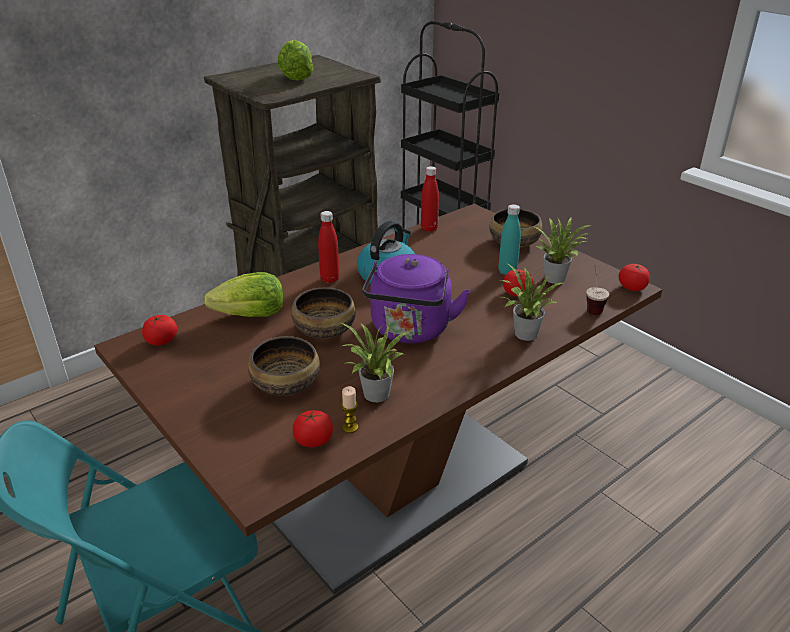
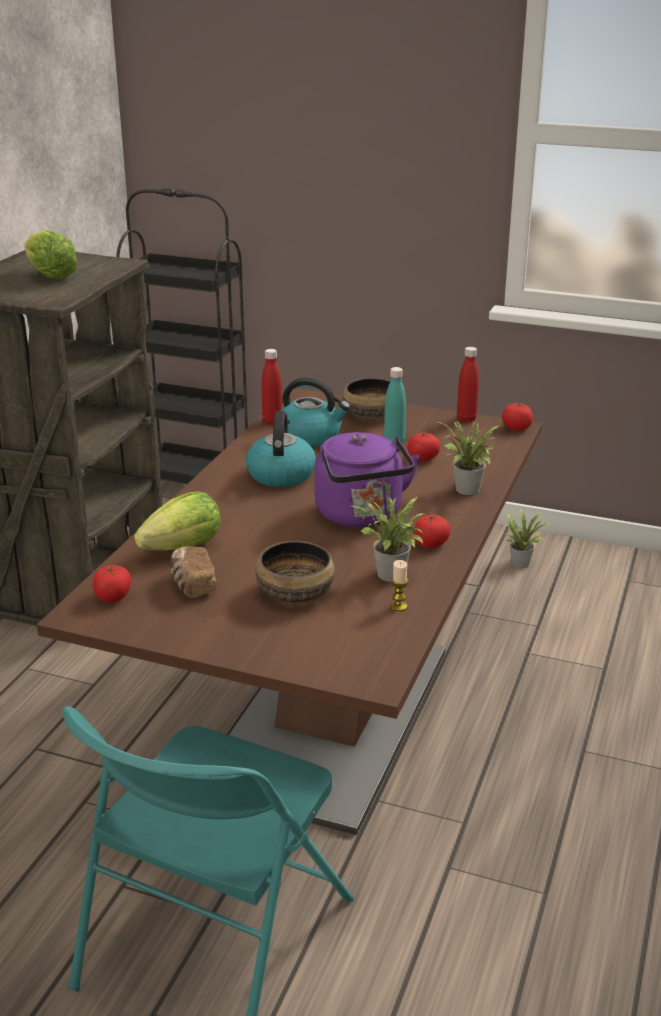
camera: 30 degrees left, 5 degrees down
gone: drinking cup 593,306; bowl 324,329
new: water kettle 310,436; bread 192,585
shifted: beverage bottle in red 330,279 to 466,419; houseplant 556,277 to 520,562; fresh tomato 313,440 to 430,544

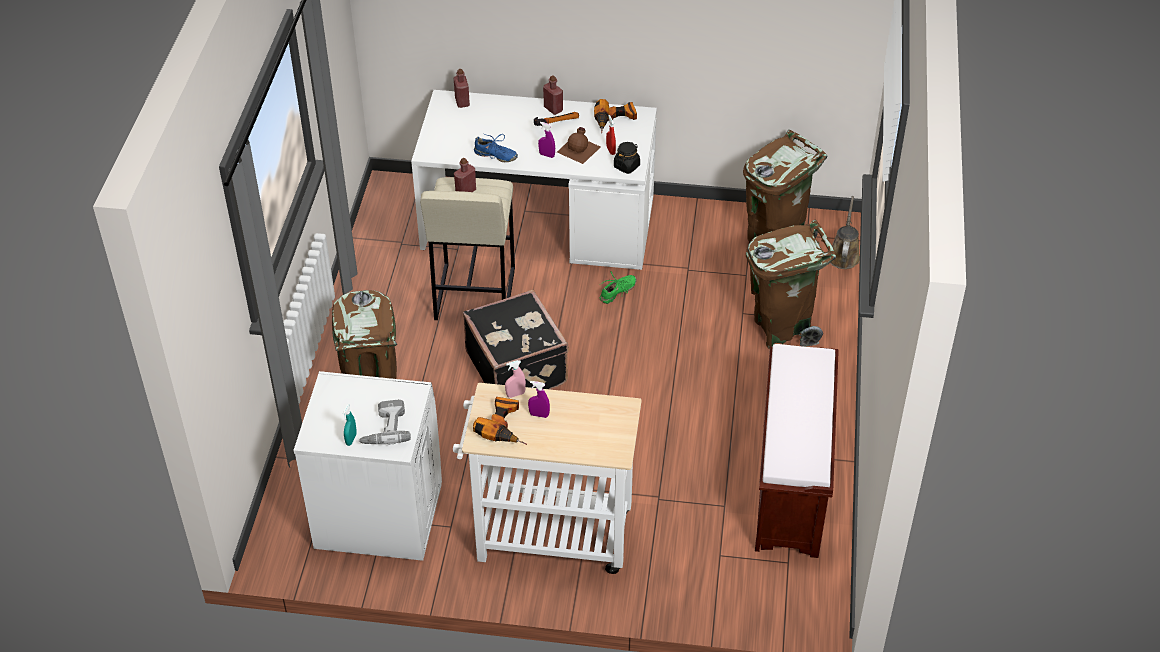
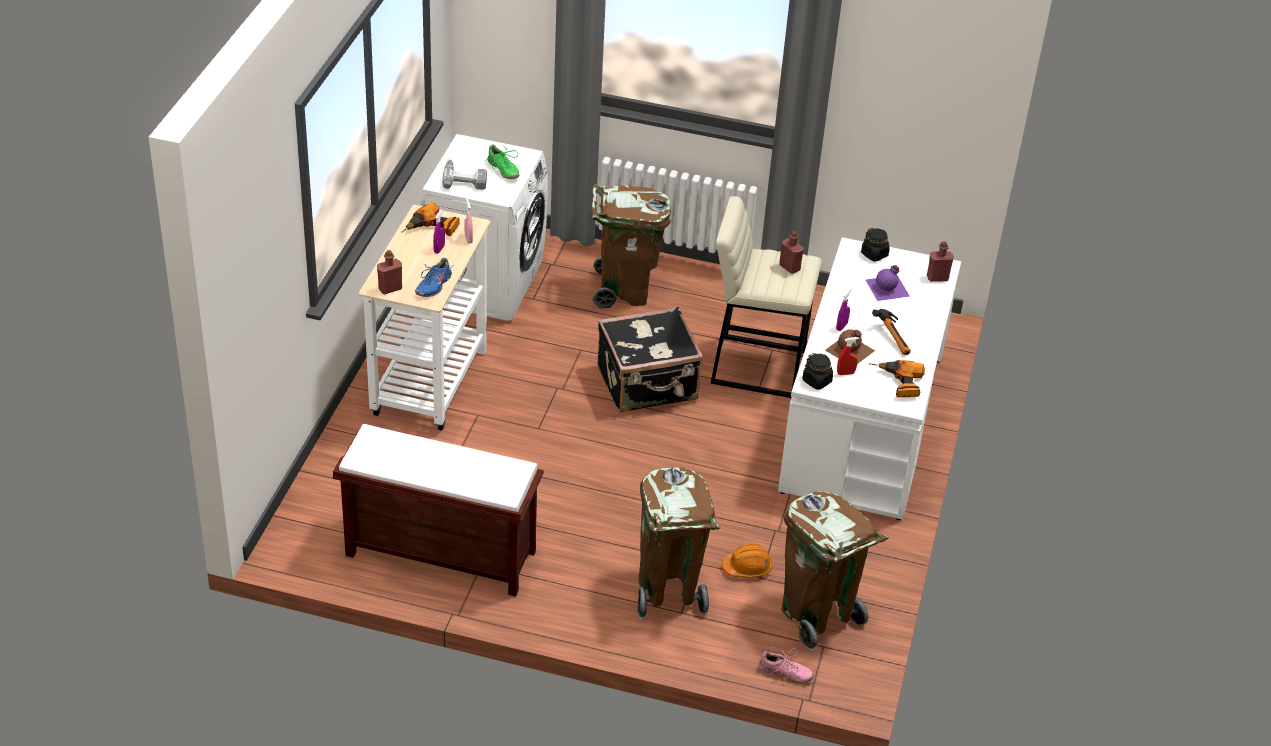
camera: 95 degrees right, 5 degrees down
gone: spray bottle in turquoise 351,439
new: preserve jar in blackish 874,254; beverage bottle in purplish 888,288; safety helmet in orangey 747,568
shifted: beverage bottle in red 553,109 to 390,289; low shoe in blue 495,156 to 433,285; low shoe in greenish 618,292 to 503,170
swapped: sprinkling can in brown 843,255 to low shoe in pink-coloured 785,673

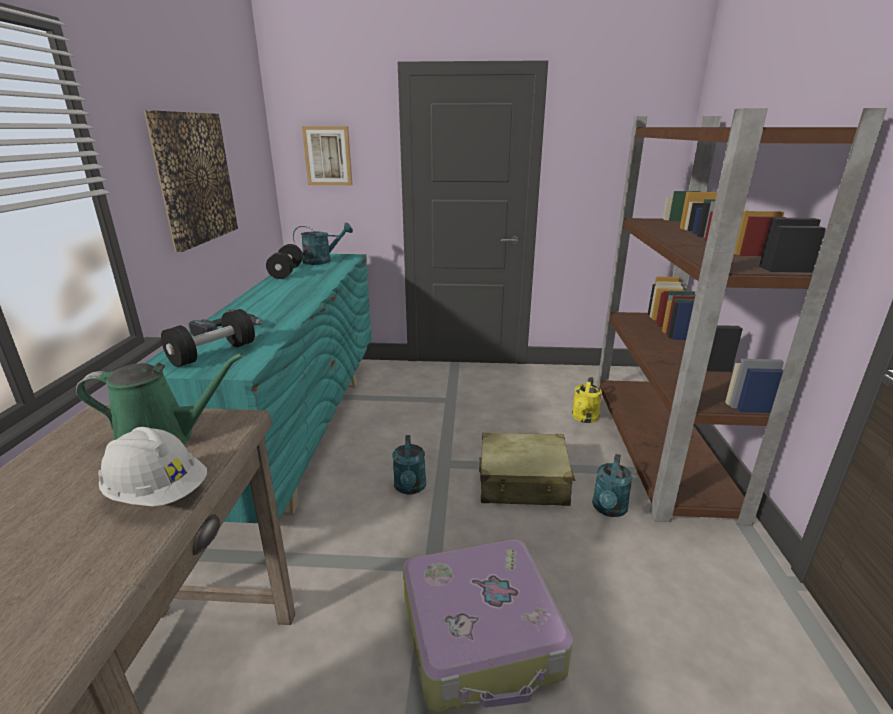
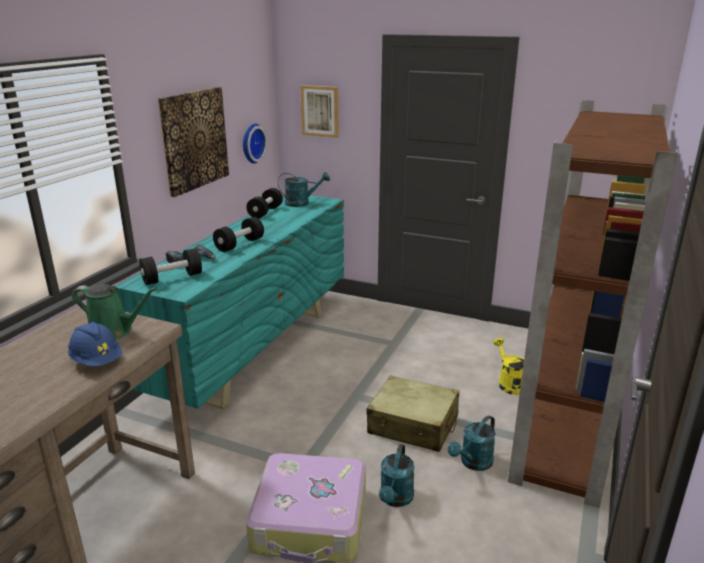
camera: 20 degrees right, 0 degrees up
new: hanging clock 251,143; hand weight in blackish 239,244
shifted: sprinkling can in turquoise 410,488 to 395,499
repainted: safety helmet in white-coloured 158,493 to safety helmet in blue 97,361
rotated: sprinkling can in yellow 584,418 = 509,383 120 degrees clockwise

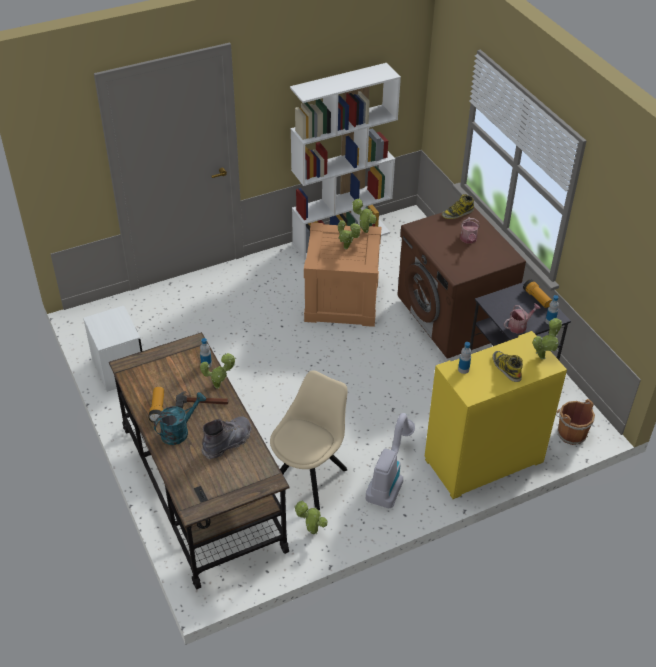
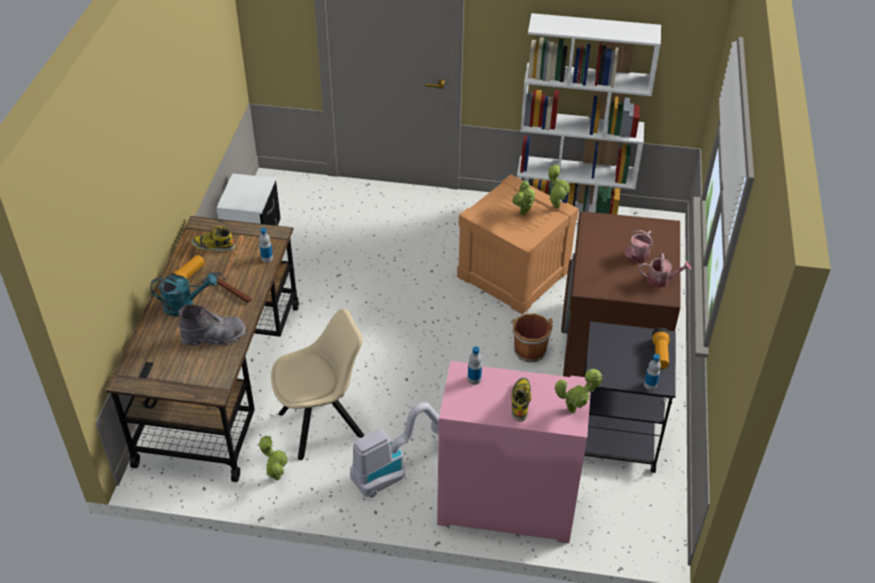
camera: 35 degrees right, 0 degrees up
gone: houseplant 219,386
shifted: tall boot 457,213 to 213,246; sprinkling can 519,326 to 661,280; pail in brown 570,433 to 529,349
repainted: cabinet in yellow 483,461 to cabinet in pink-coloured 505,506

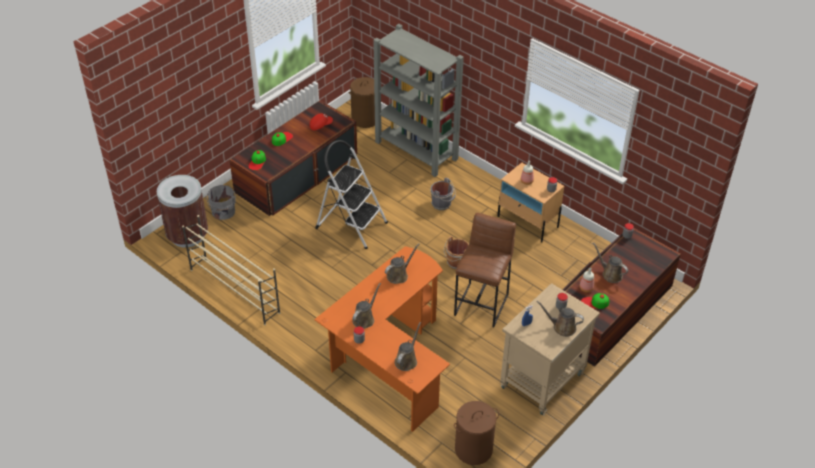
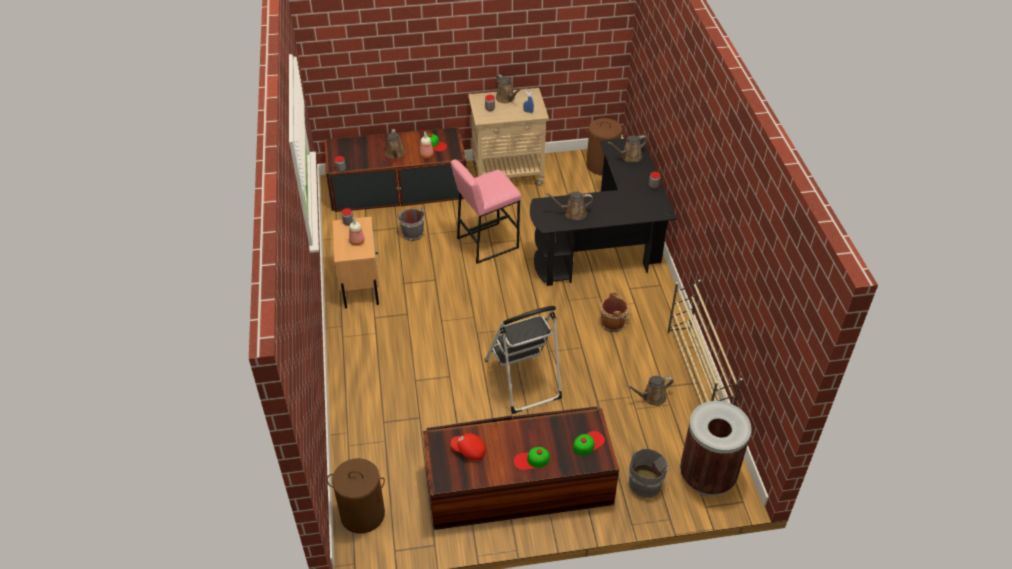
camera: 140 degrees left, 0 degrees up
gone: bookshelf in greyish 416,150
shifted: pail in greyish 442,204 to 412,233; pail in brown 456,263 to 613,323; sprinkling can in brown 364,319 to 651,397
repainted: sitting stool in brown 481,304 to sitting stool in pink-coloured 486,243; desk in orangey 387,360 to desk in blackish 607,246

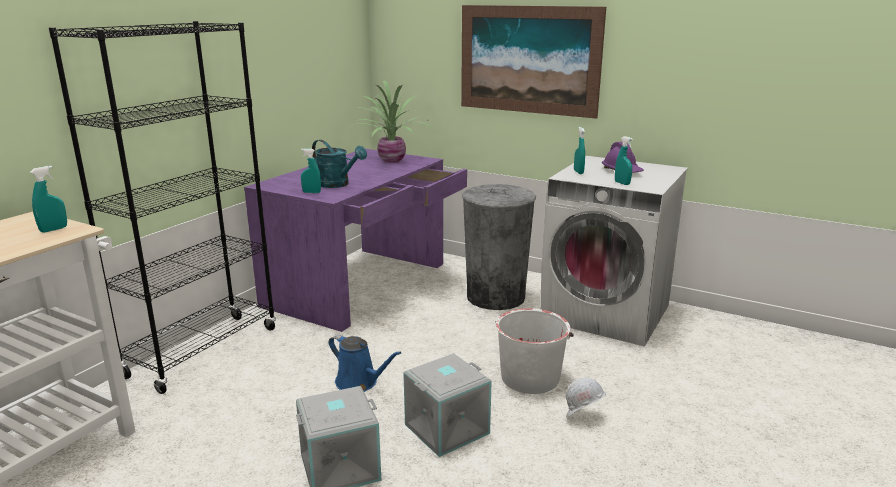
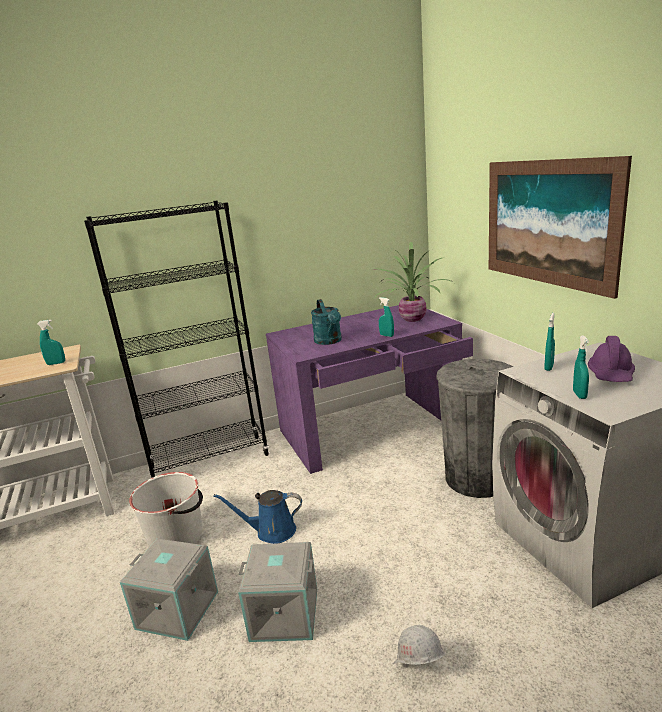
camera: 40 degrees right, 0 degrees up
shifted: spray bottle in turquoise 311,192 to 386,335; pail in white-coloured 530,377 to 177,536
rotated: sprinkling can in blue 359,383 = 272,531 105 degrees clockwise

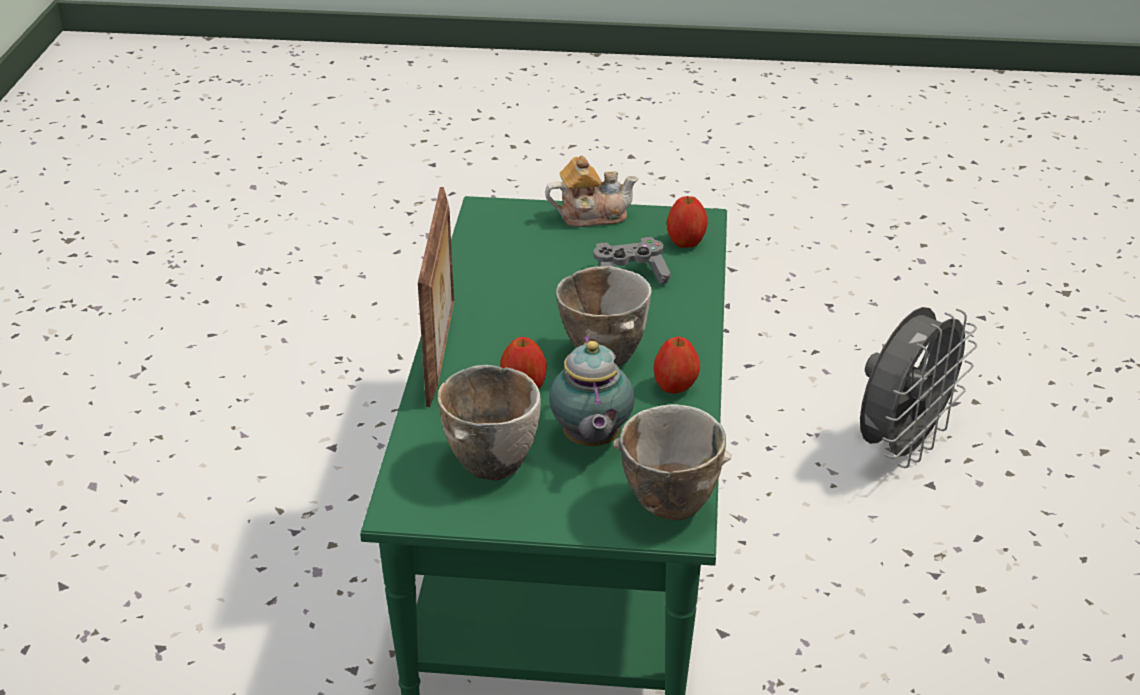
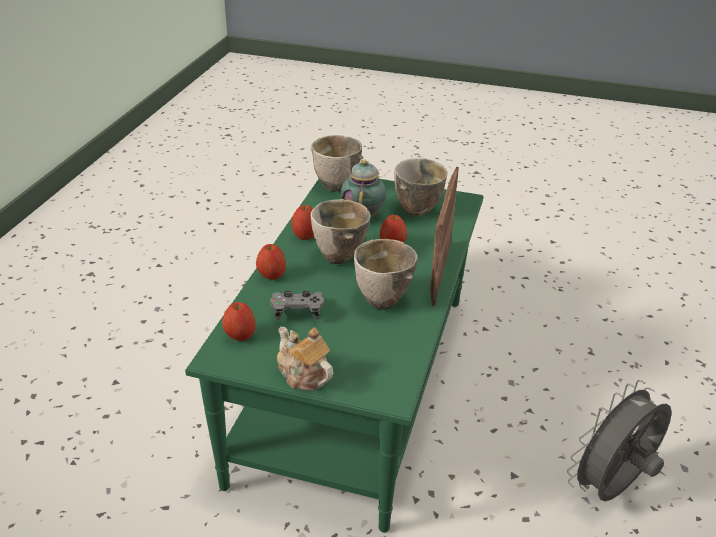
camera: 170 degrees left, 0 degrees up
new: bowl 383,301; apple 271,276
shifted: cooling fan in greyish 902,446 to 611,489
rotated: teapot 591,215 = 303,375 45 degrees clockwise

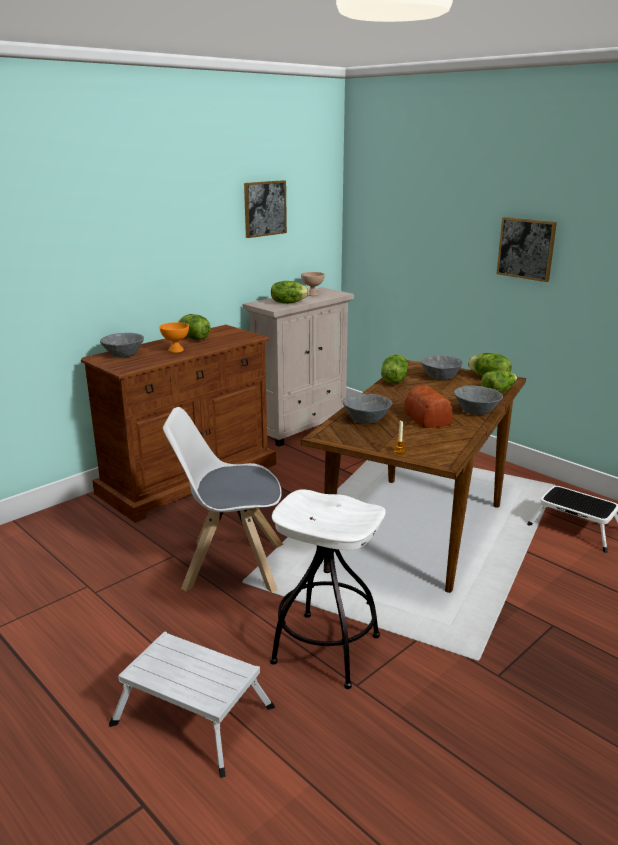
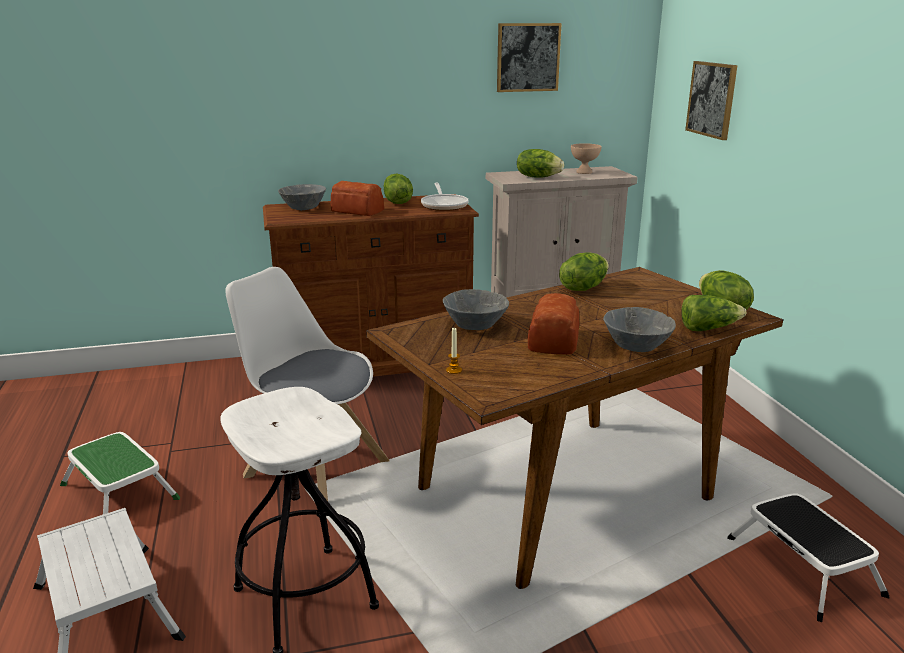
camera: 30 degrees right, 0 degrees up
gone: bowl in greyish 440,377
new: pan 444,205; stepladder in greenish 118,492
shifted: picture 526,248 to 712,99
swapped: bowl in orangey 176,350 to bread 358,211

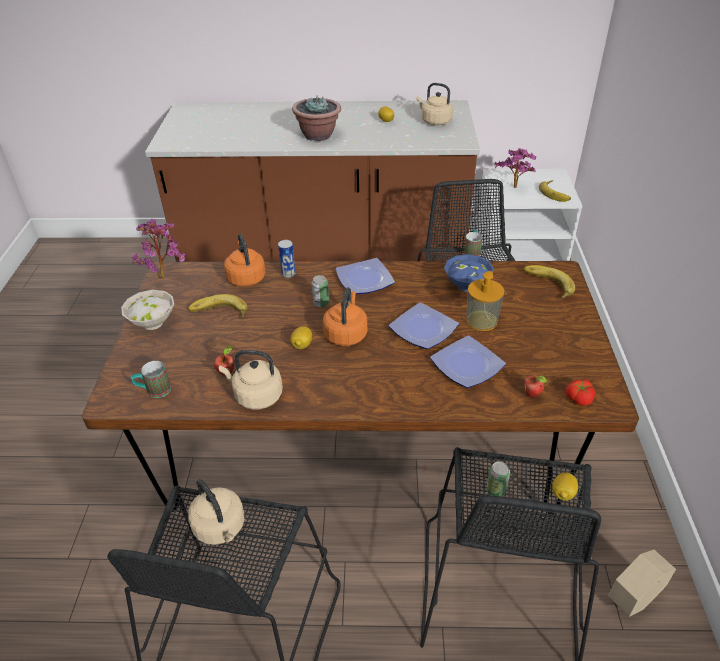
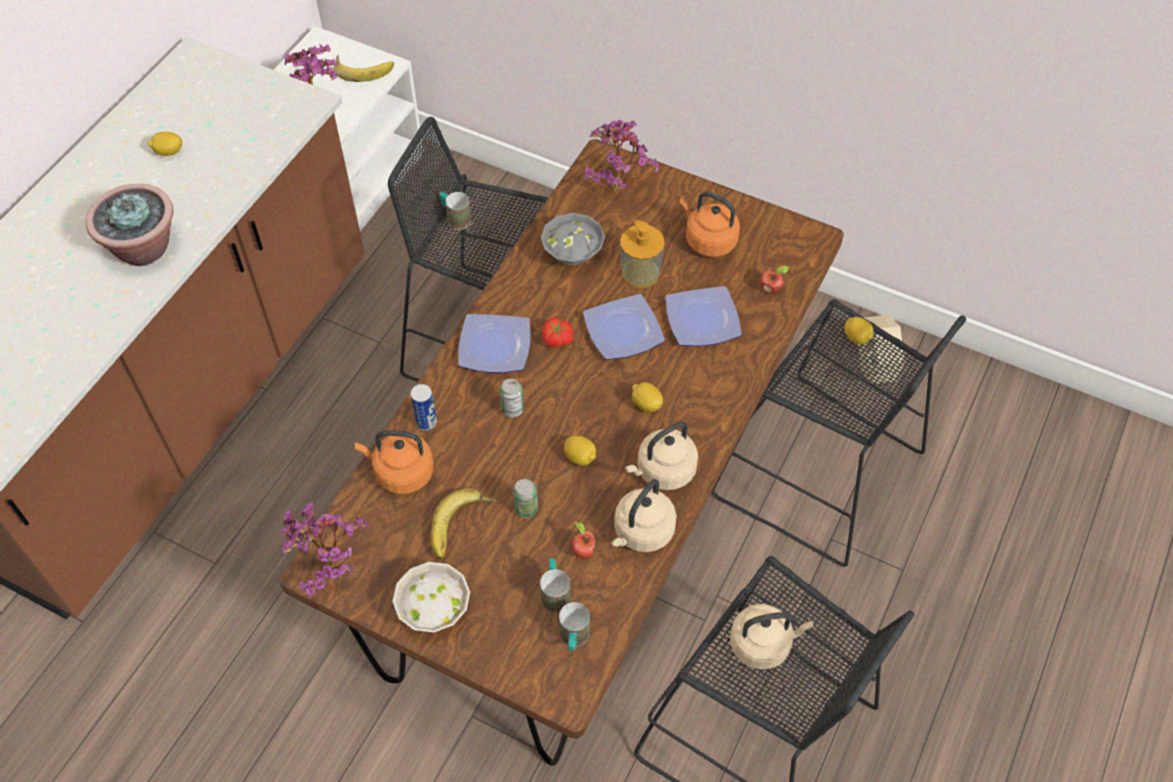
camera: 65 degrees left, 15 degrees up
new: citrus fruit 646,404; mug 555,593
shifted: water kettle in sand-coloured 434,121 to 663,471; water kettle in orangey 346,334 to 708,240; fresh tomato 578,398 to 556,339; can 495,491 to 526,509
swapped: banana 546,285 to houseplant 617,186
repainted: bowl in blue 467,287 to bowl in greyish 574,256

